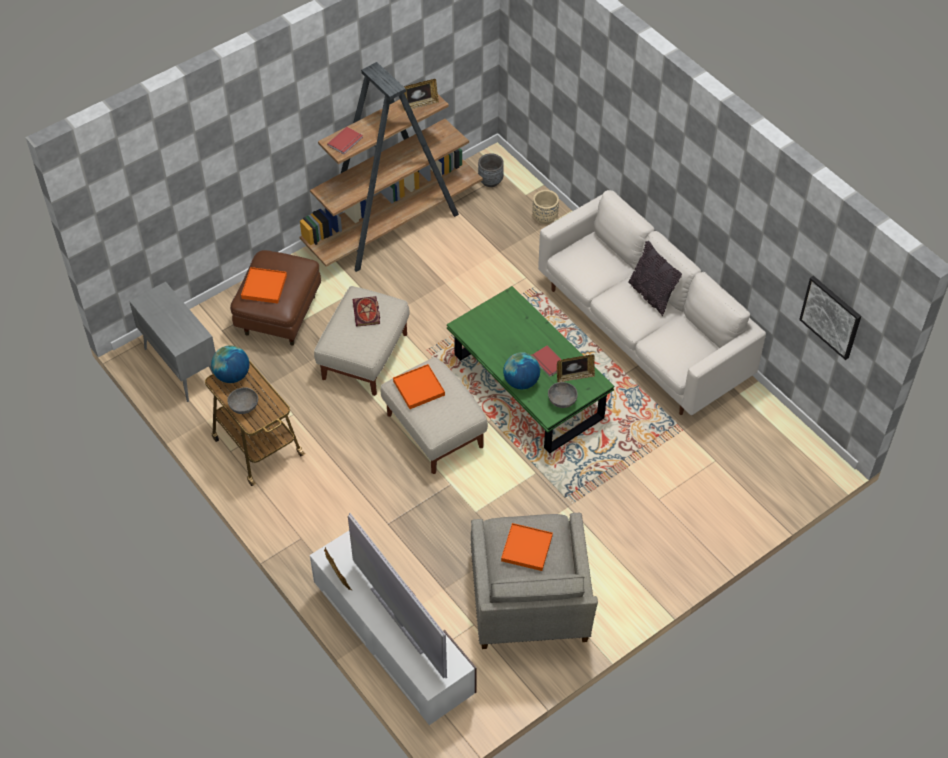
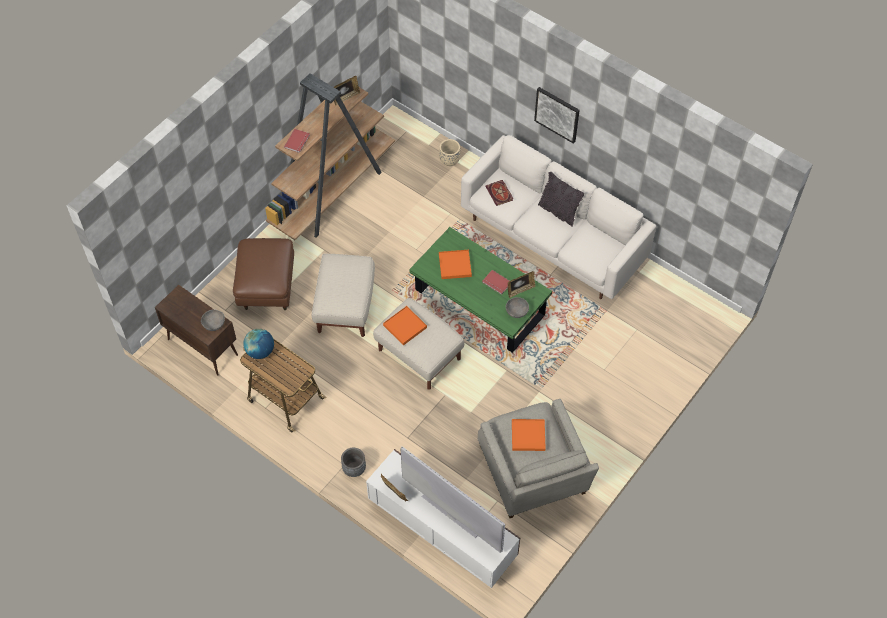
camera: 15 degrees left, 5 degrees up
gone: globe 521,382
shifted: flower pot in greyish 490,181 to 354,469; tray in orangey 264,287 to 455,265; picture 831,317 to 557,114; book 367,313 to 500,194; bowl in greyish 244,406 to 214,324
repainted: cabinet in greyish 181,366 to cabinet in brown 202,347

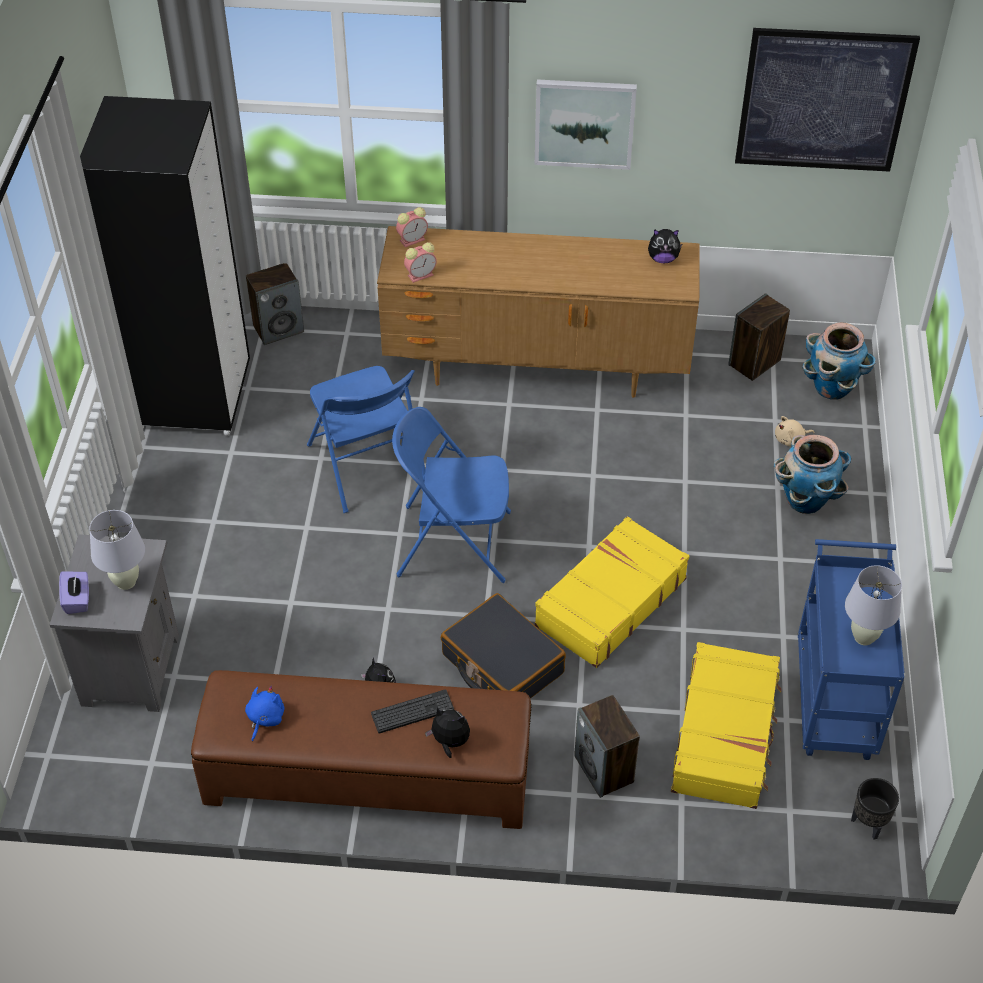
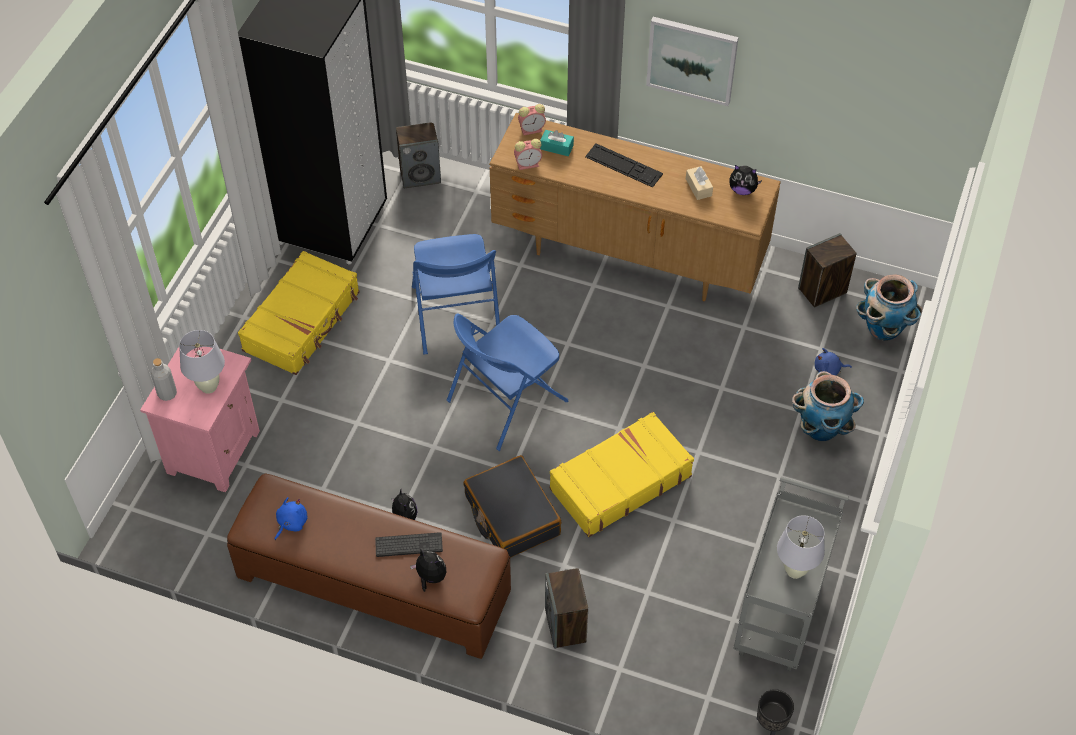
camera: 15 degrees right, 5 degrees up
gone: picture 823,100
new: tissue holder in turquoise 556,147; keyboard 623,165; tissue holder in sand-coloured 698,187
shifted: piece of luggage in yellow 725,735 to 302,322
swapped: tissue holder in purplish 77,600 to beverage bottle in greyish 167,393
repainted: cuddly toy in sand-coloured 791,440 to cuddly toy in blue 829,370; bedside table in greyish 134,668 to bedside table in pink-coloured 216,451; wheeled cart in blue 833,701 to wheeled cart in greyish 779,613
rotated: chair in blue 454,543 = 506,400 60 degrees counterclockwise

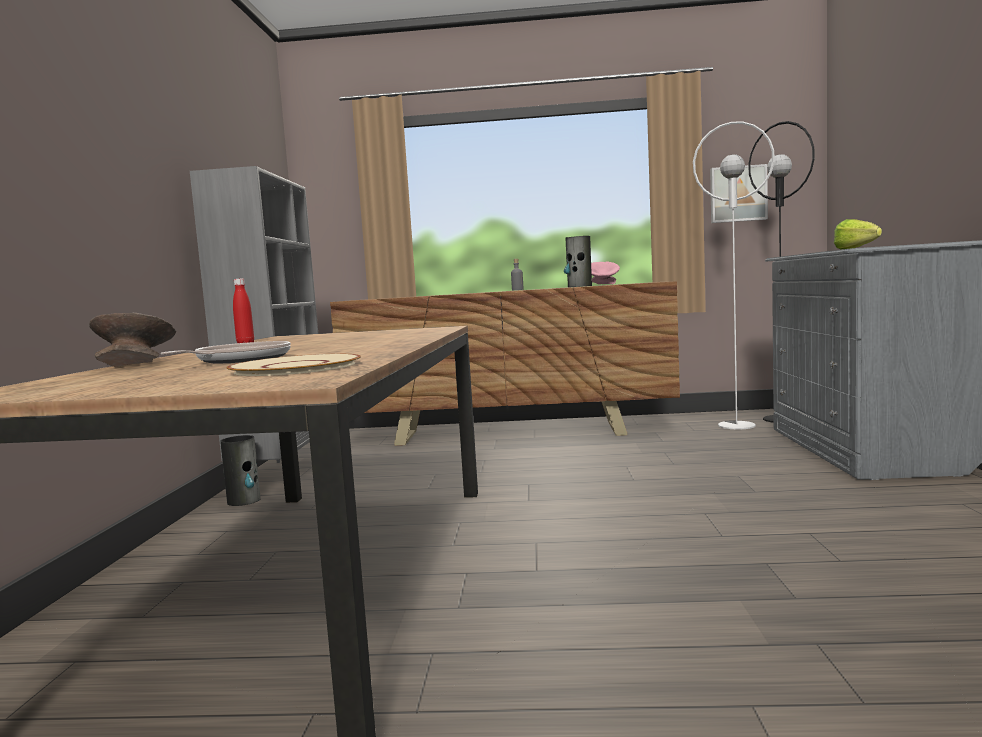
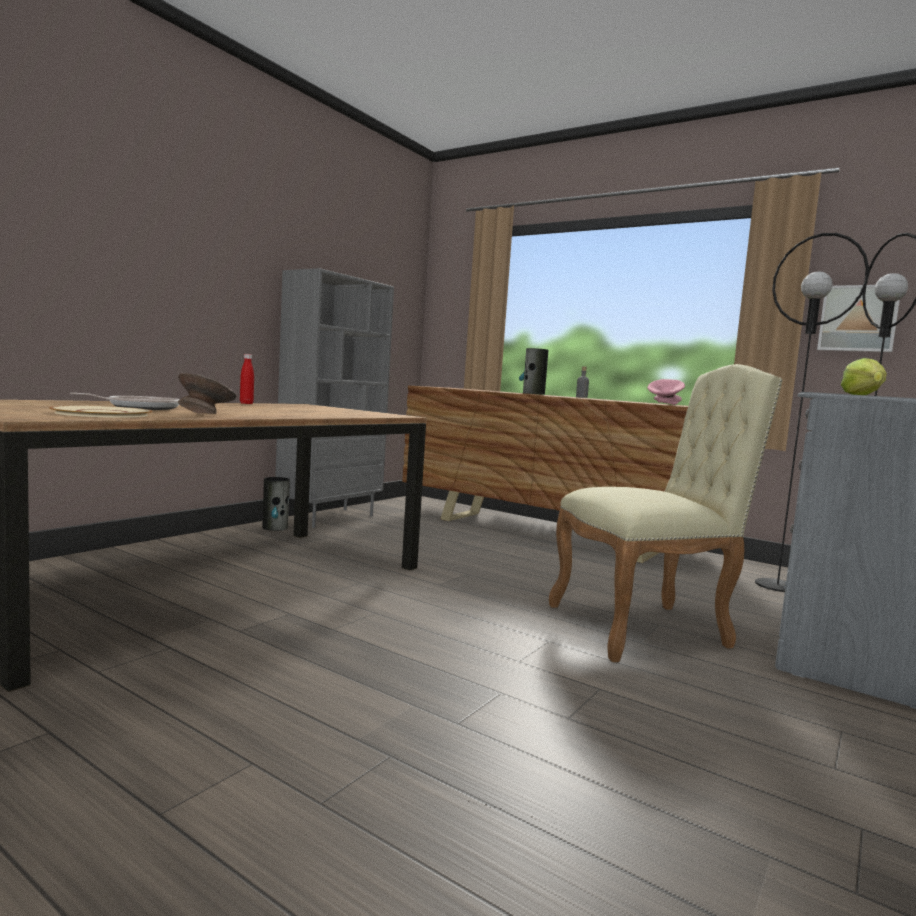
camera: 30 degrees right, 0 degrees up
new: chair in sand-coloured 643,628
shifted: decorative vase 579,286 to 533,393; bowl in greyish 136,365 to 206,415
repainted: standard lamp in white-coloured 737,425 to standard lamp in blackish 778,585

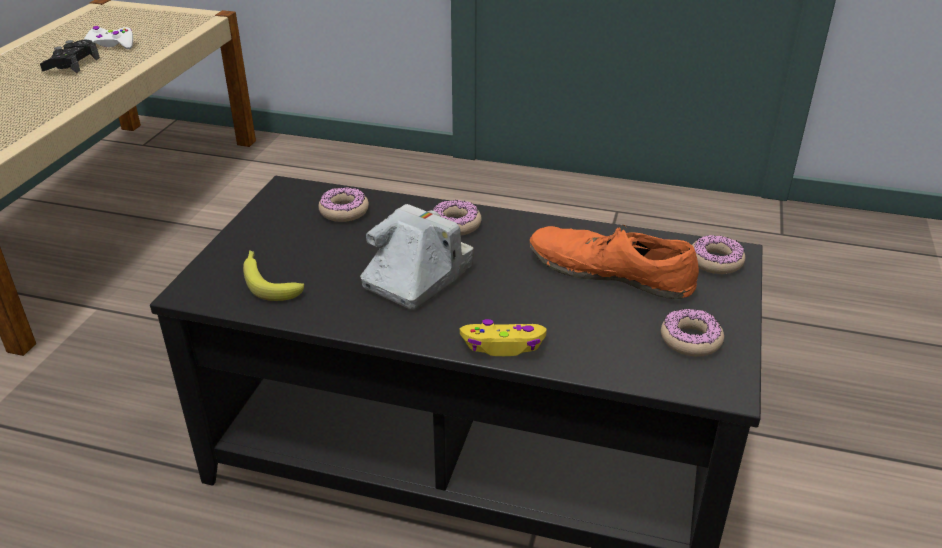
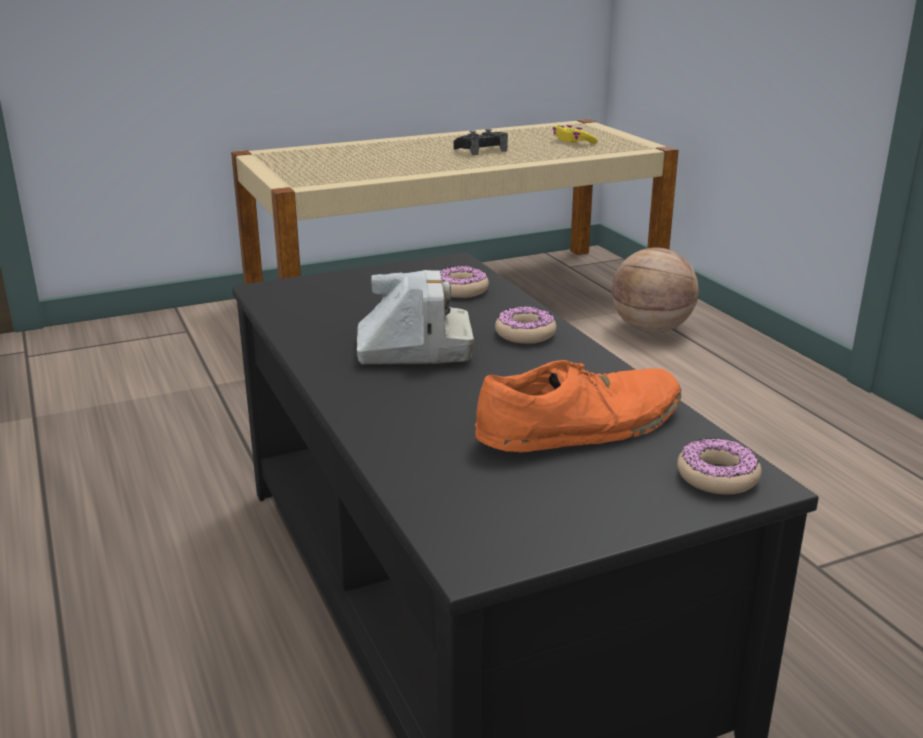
camera: 50 degrees right, 10 degrees down
gone: joypad in white-coloured 111,45; banana 268,281; ring doughnut 690,340
new: basketball 651,329
shifted: joypad in yellow 503,345 to 573,141
rotated: low shoe in orangey 610,272 = 581,426 75 degrees clockwise

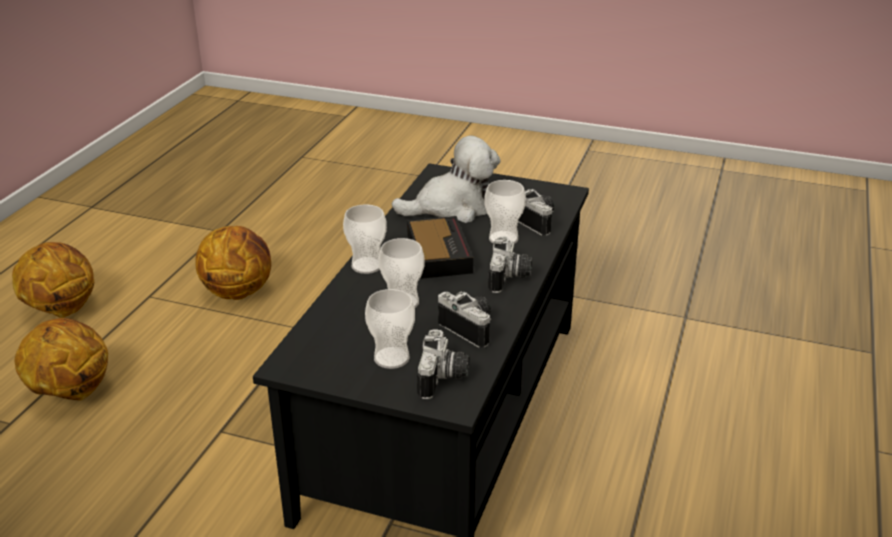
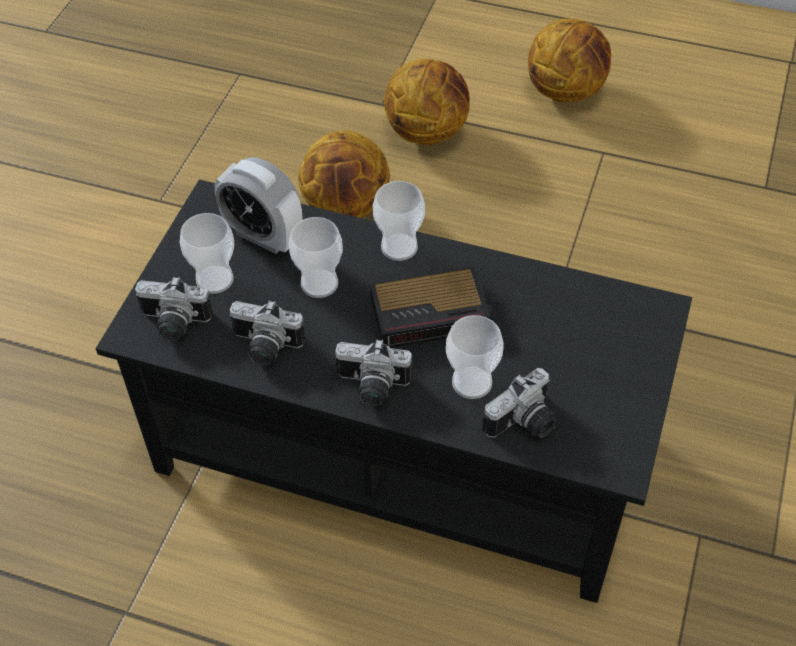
camera: 90 degrees right, 20 degrees up
gone: cuddly toy 453,207
new: bedside clock 263,236
shifted: basketball 238,291 to 346,207
rotated: still camera 472,327 = 265,347 60 degrees clockwise

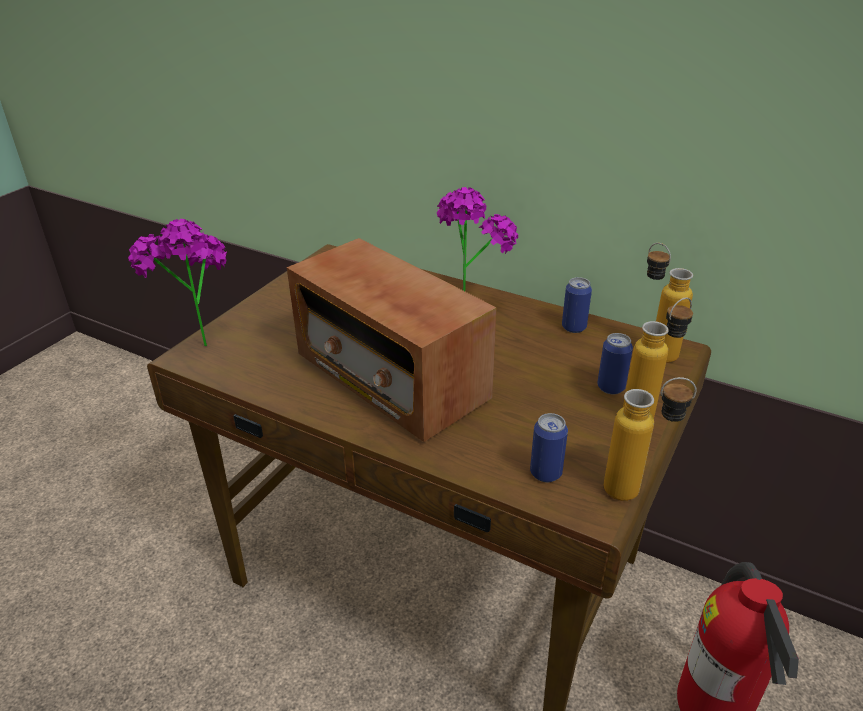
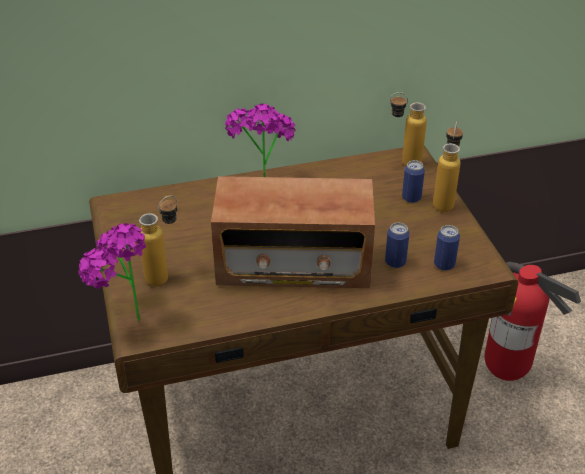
camera: 45 degrees left, 5 degrees up
shifted: can 574,327 to 395,262; beverage bottle 636,491 to 165,275

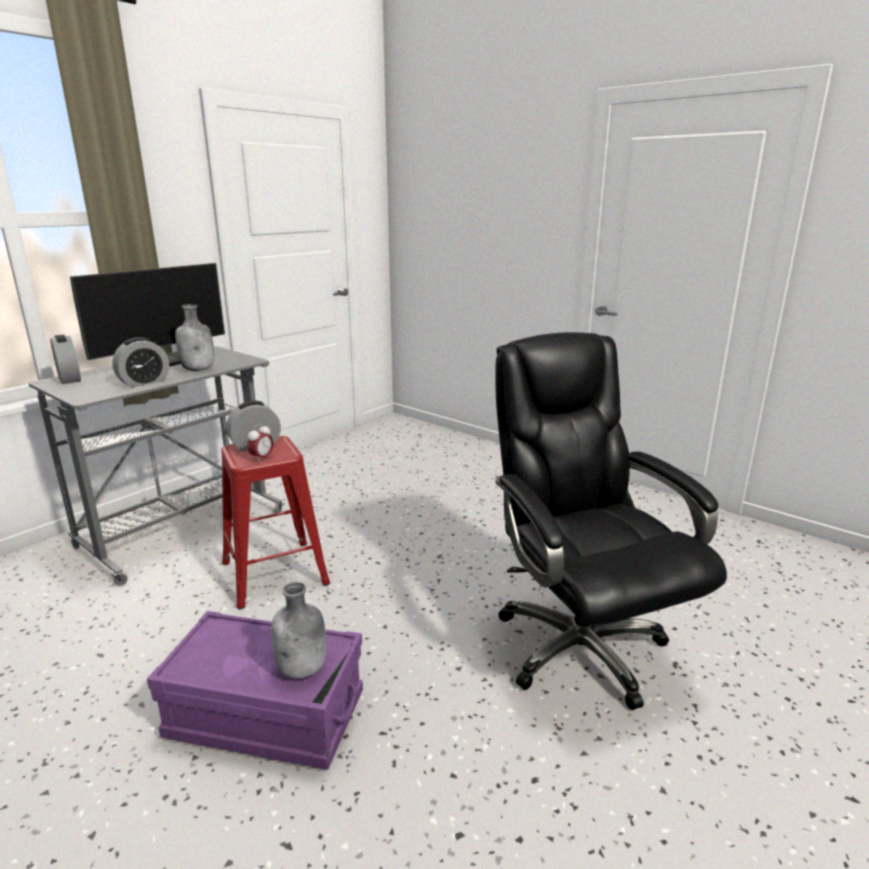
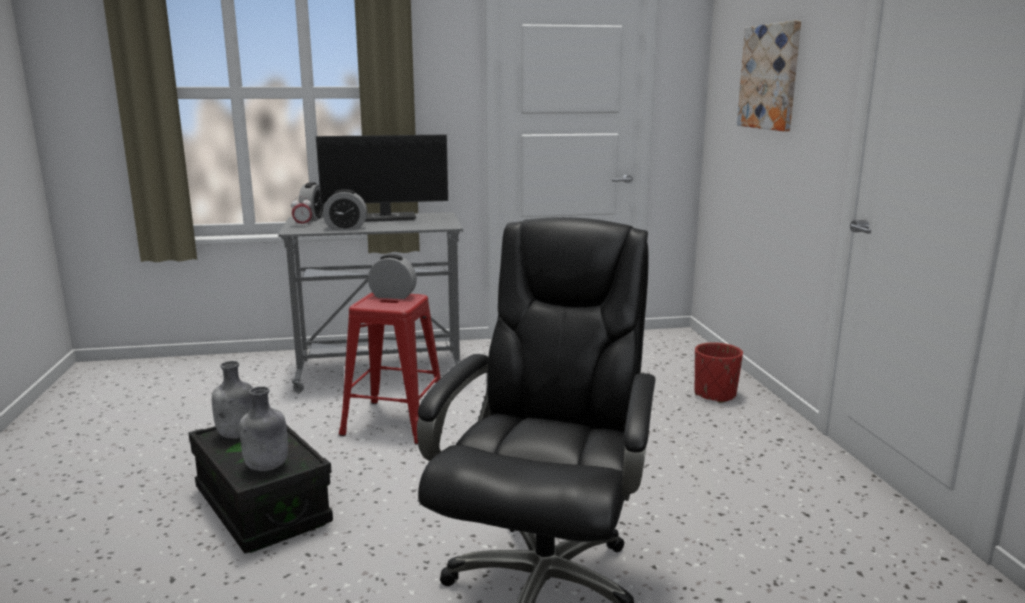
camera: 40 degrees right, 5 degrees down
new: picture 770,77; flower pot in red 715,394
shifted: beverage bottle in greyish 199,369 to 238,435; bedside clock 262,458 to 302,225
repainted: storage bin in purplish 266,715 to storage bin in blackish 262,506

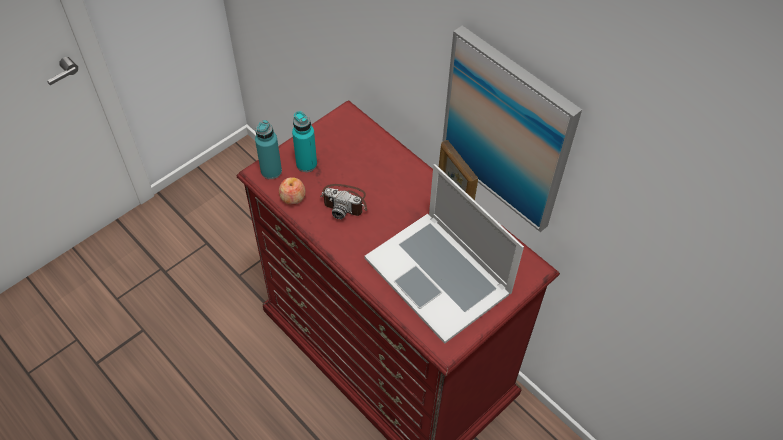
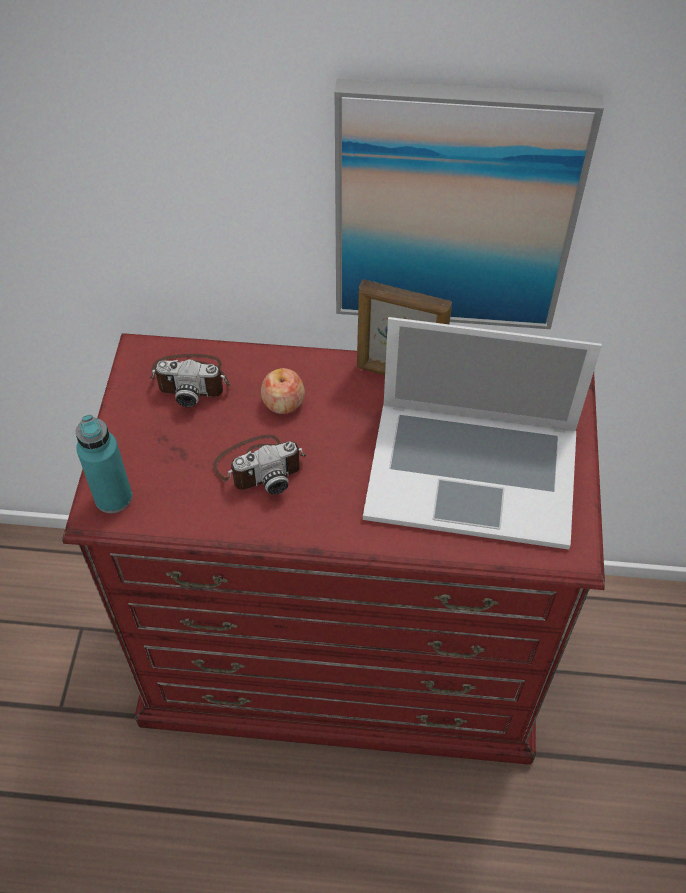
camera: 40 degrees left, 0 degrees up
gone: beverage bottle in turquoise 306,164
new: still camera 191,379
shifted: apple 293,197 to 283,402

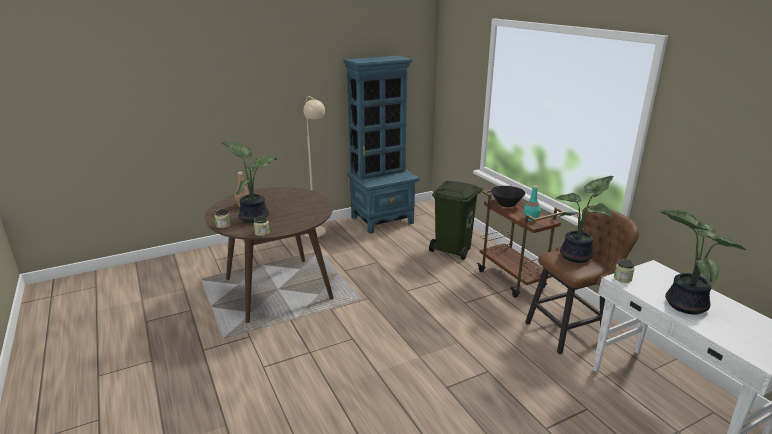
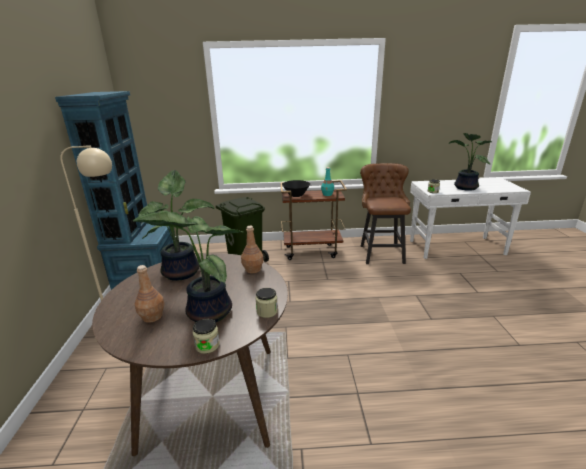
camera: 65 degrees left, 0 degrees up
new: beverage bottle in brown 253,269
shifted: houseplant 578,256 to 183,271

